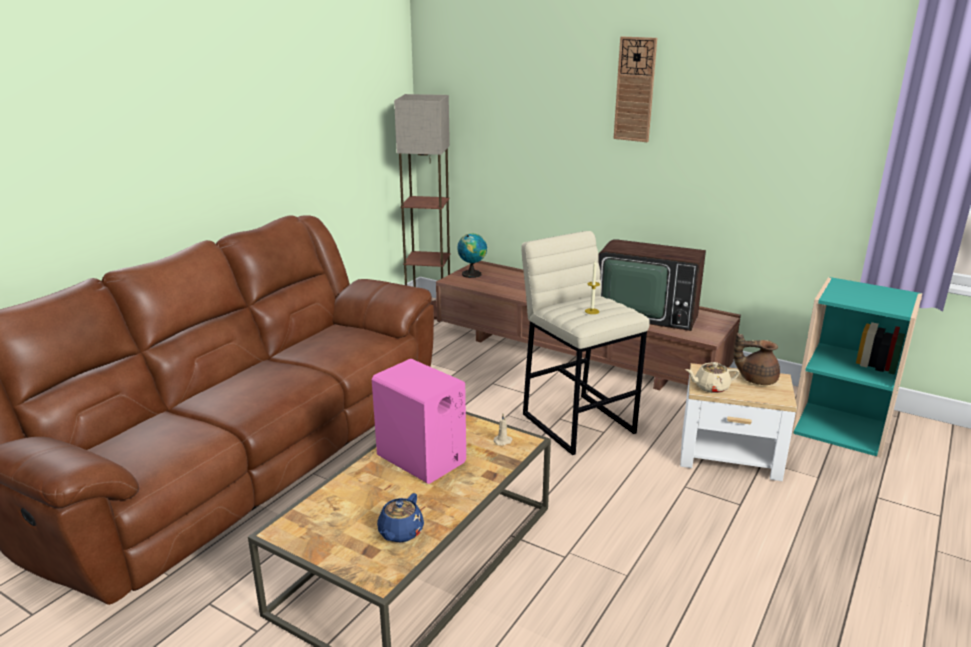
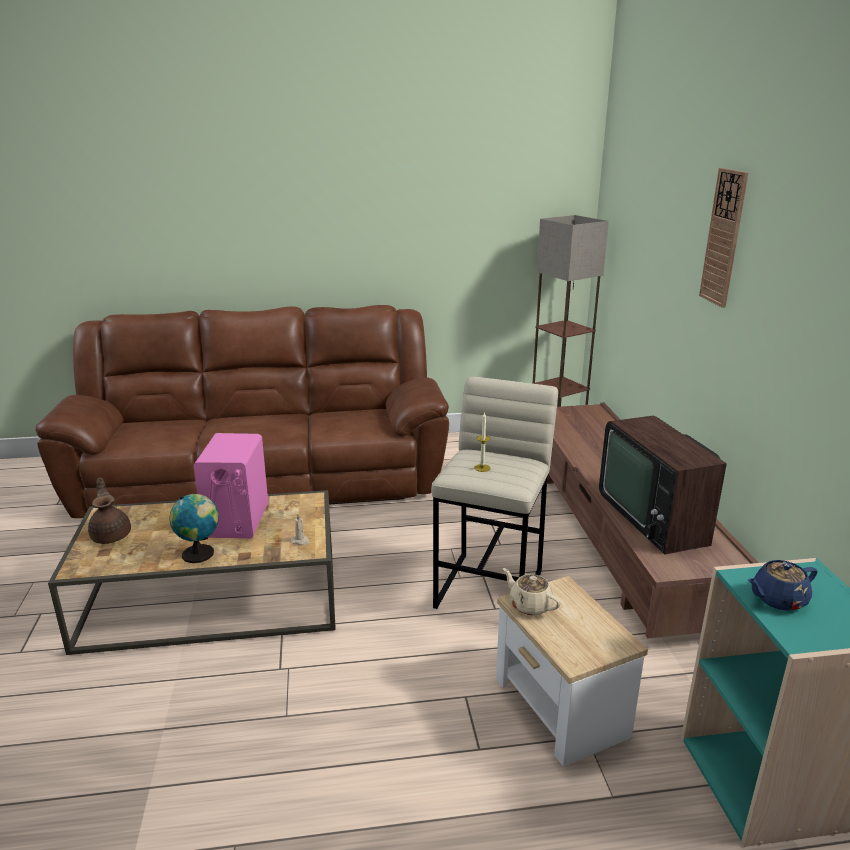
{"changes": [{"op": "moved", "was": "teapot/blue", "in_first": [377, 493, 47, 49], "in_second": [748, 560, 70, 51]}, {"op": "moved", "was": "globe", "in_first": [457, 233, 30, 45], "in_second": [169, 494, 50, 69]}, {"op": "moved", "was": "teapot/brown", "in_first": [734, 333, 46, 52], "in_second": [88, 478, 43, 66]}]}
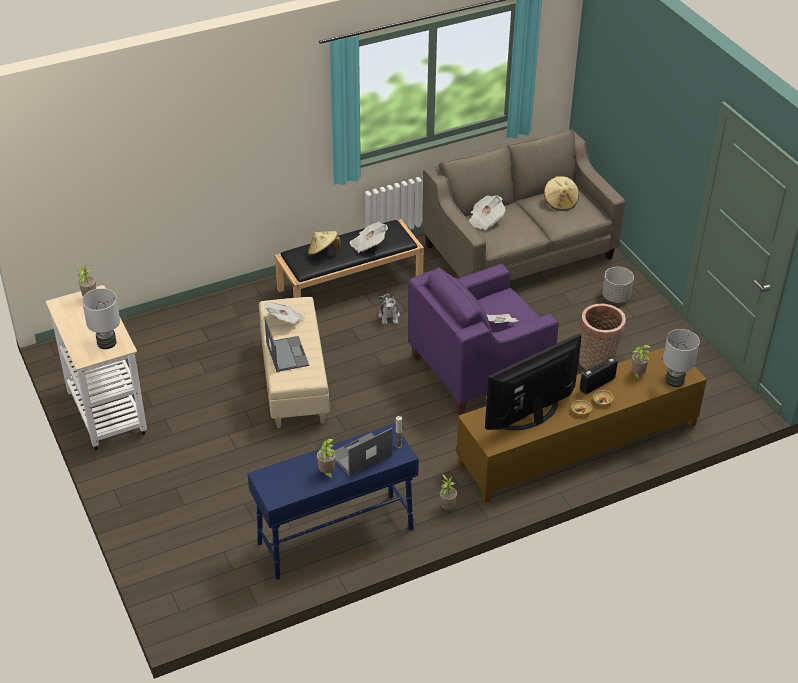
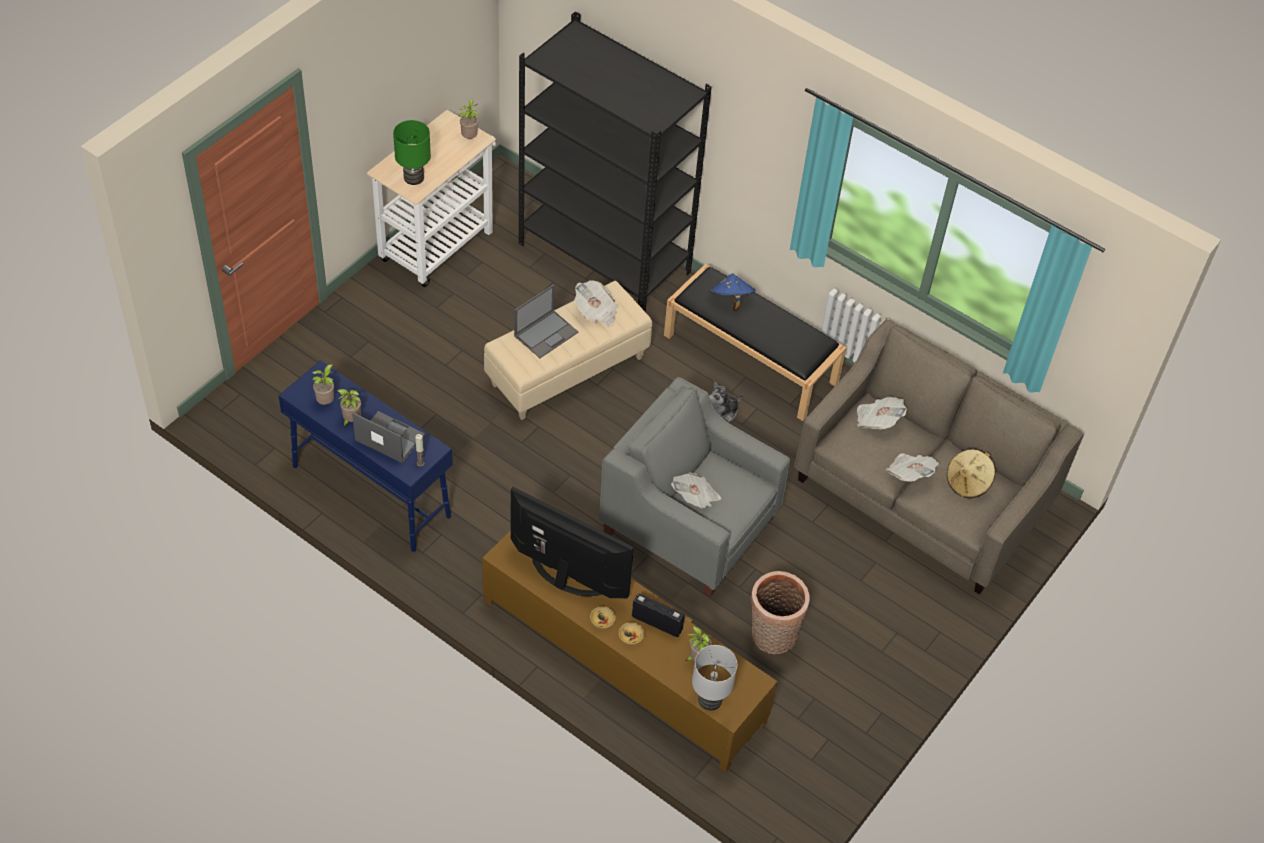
{"changes": [{"op": "removed", "was": "planter/grey", "in_first": [602, 267, 32, 36]}, {"op": "added", "now": "bookcase/black", "in_second": [519, 11, 193, 301]}, {"op": "moved", "was": "newspaper", "in_first": [349, 222, 39, 31], "in_second": [886, 453, 53, 29]}, {"op": "moved", "was": "potted plant", "in_first": [439, 474, 18, 36], "in_second": [312, 364, 22, 41]}, {"op": "recoloured", "was": "table lamp/grey", "now": "table lamp/green", "in_first": [82, 288, 38, 61], "in_second": [393, 120, 38, 65]}, {"op": "recoloured", "was": "hat/beige", "now": "hat/blue", "in_first": [308, 231, 32, 25], "in_second": [710, 273, 45, 38]}, {"op": "recoloured", "was": "armchair/purple", "now": "armchair/grey", "in_first": [408, 264, 151, 150], "in_second": [599, 377, 191, 220]}]}
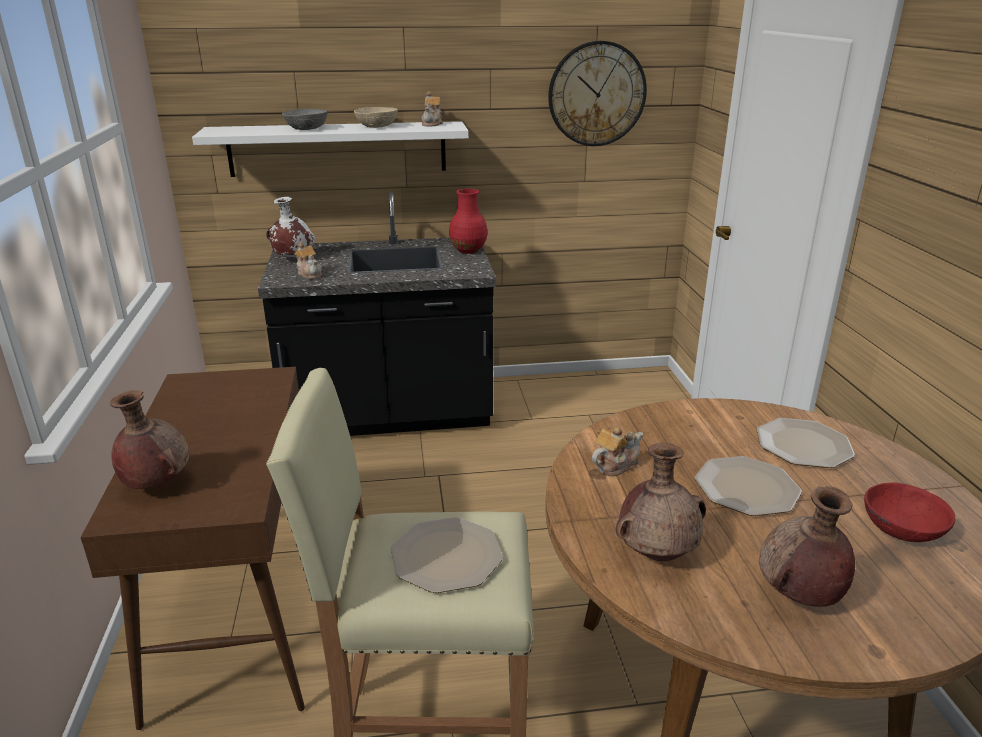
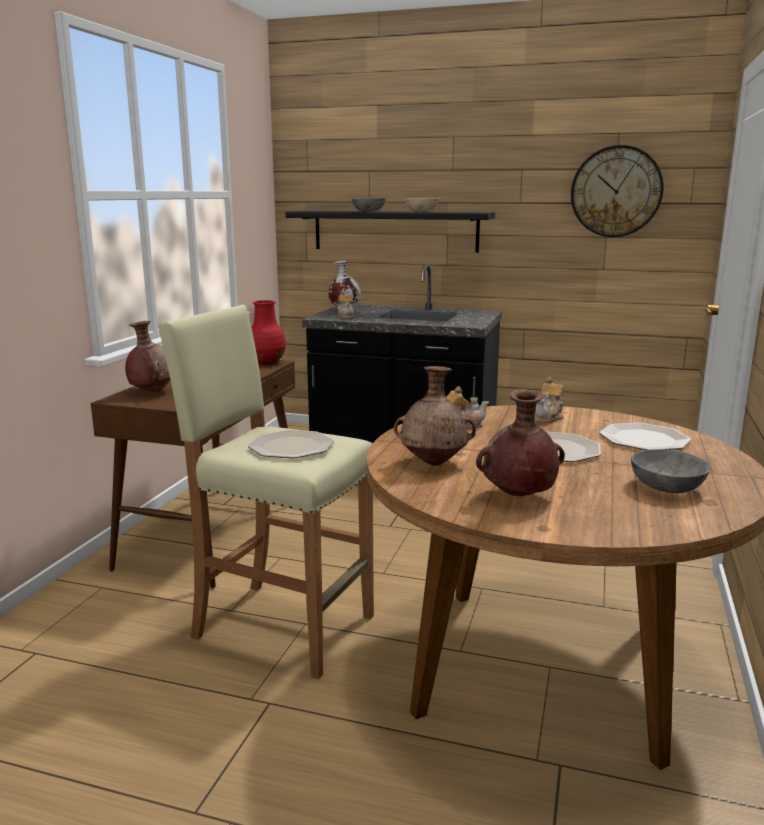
{"changes": [{"op": "moved", "was": "teapot", "in_first": [422, 91, 21, 35], "in_second": [535, 377, 29, 46]}, {"op": "moved", "was": "vase/red", "in_first": [449, 189, 39, 65], "in_second": [251, 300, 35, 65]}, {"op": "recoloured", "was": "shelf/white", "now": "shelf/black", "in_first": [192, 121, 277, 56], "in_second": [285, 211, 210, 42]}, {"op": "recoloured", "was": "bowl/red", "now": "bowl/grey", "in_first": [864, 483, 91, 59], "in_second": [631, 449, 80, 44]}]}
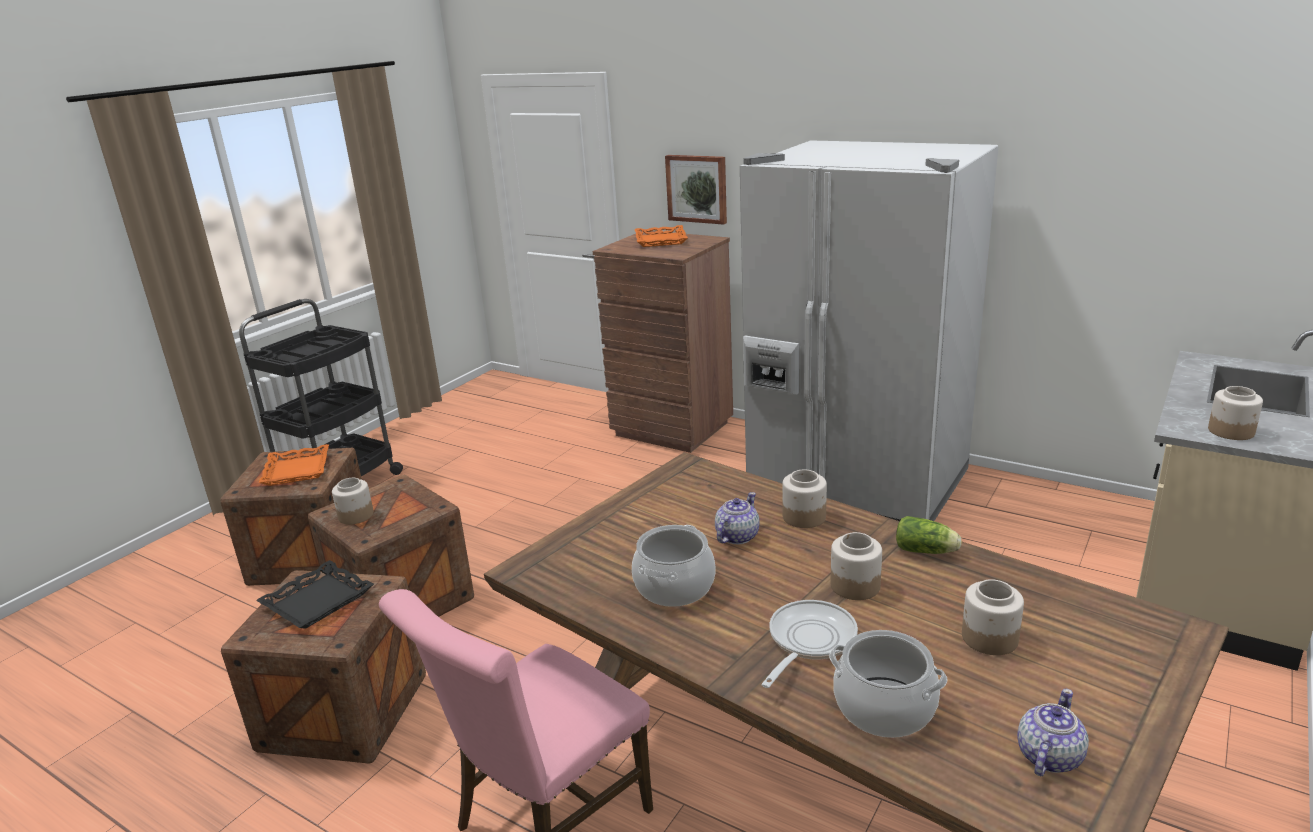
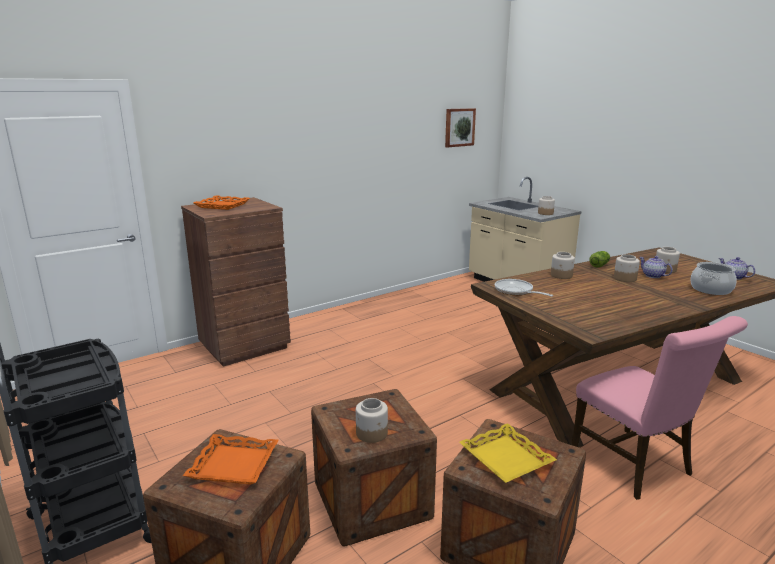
{"changes": [{"op": "removed", "was": "cooking pot", "in_first": [632, 525, 84, 82]}, {"op": "removed", "was": "fridge/white", "in_first": [740, 140, 258, 381]}, {"op": "moved", "was": "picture", "in_first": [665, 155, 62, 70], "in_second": [445, 108, 31, 39]}, {"op": "moved", "was": "teapot", "in_first": [715, 492, 45, 52], "in_second": [639, 256, 34, 22]}, {"op": "moved", "was": "frying pan", "in_first": [761, 600, 97, 88], "in_second": [495, 279, 58, 18]}, {"op": "recoloured", "was": "tray/black", "now": "tray/yellow", "in_first": [256, 560, 118, 69], "in_second": [459, 423, 98, 60]}]}
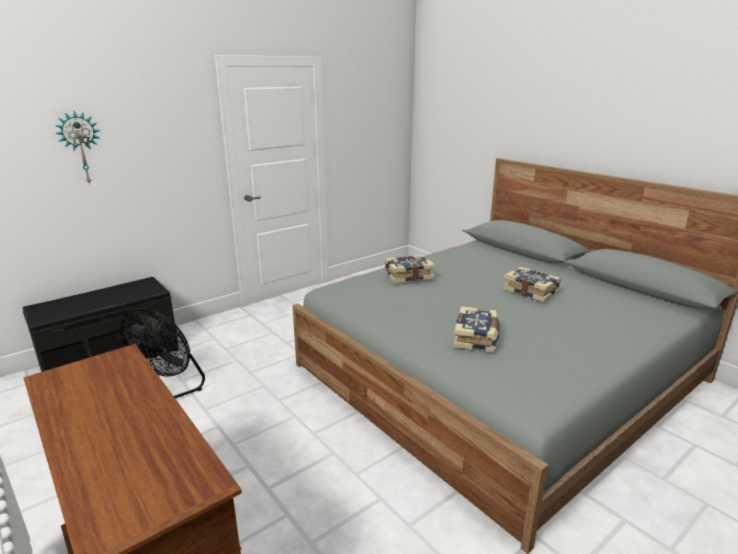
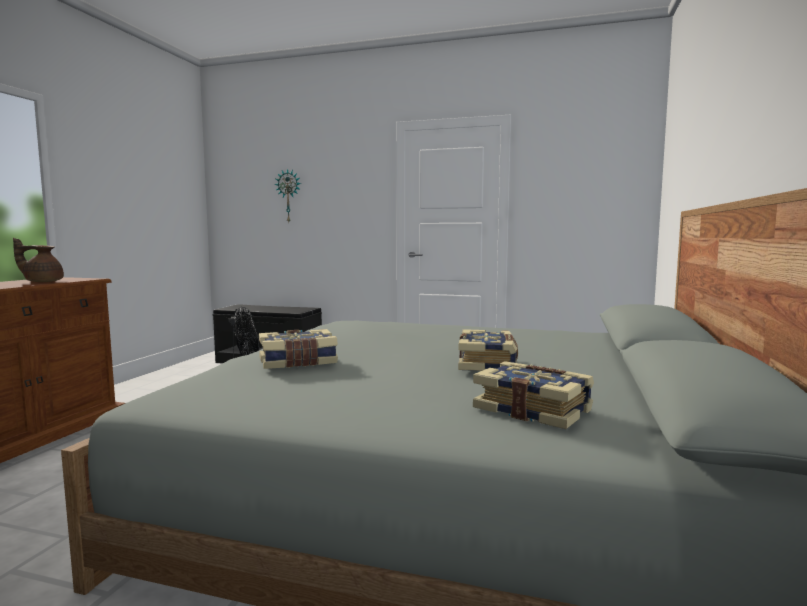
{"changes": [{"op": "added", "now": "teapot/brown", "in_second": [13, 238, 51, 44]}, {"op": "moved", "was": "book", "in_first": [384, 255, 51, 29], "in_second": [473, 361, 121, 68]}]}
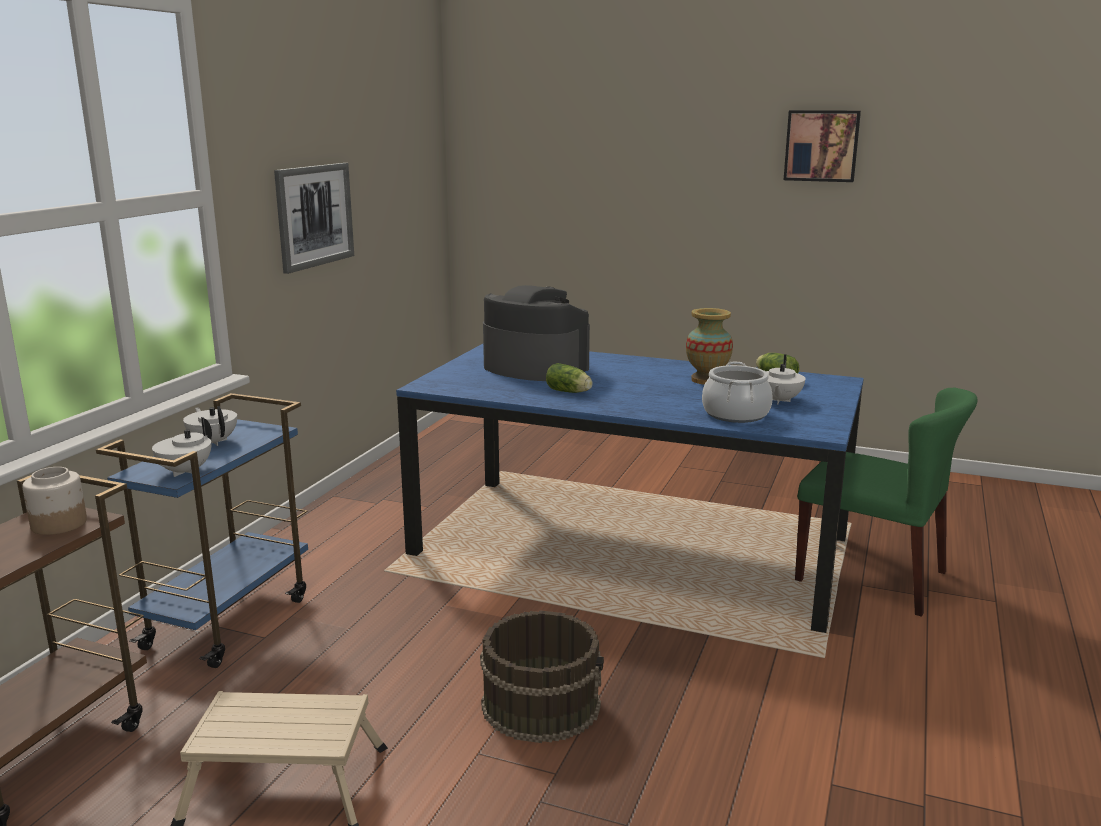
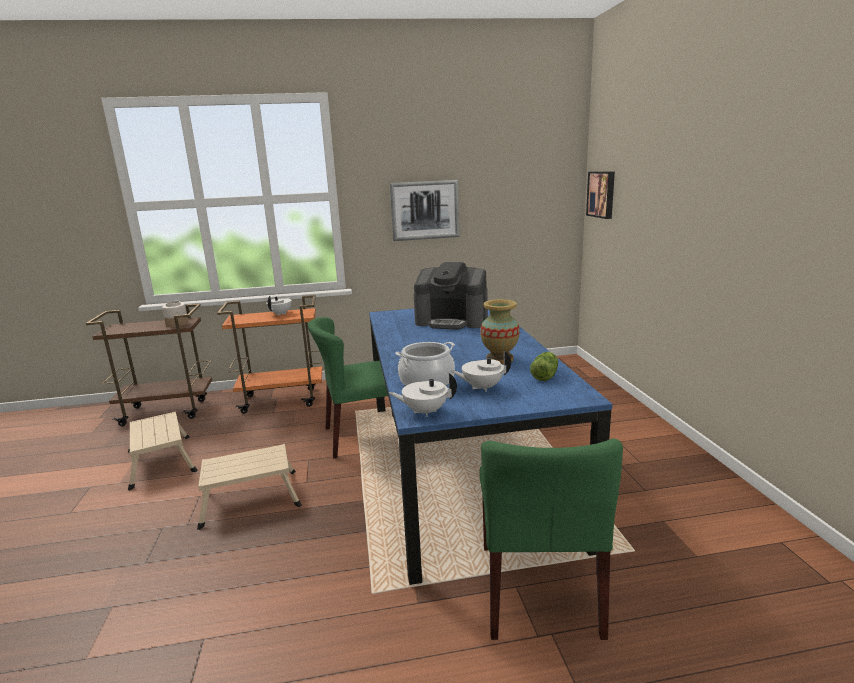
{"changes": [{"op": "removed", "was": "lettuce", "in_first": [546, 363, 47, 30]}, {"op": "added", "now": "chair/green", "in_second": [308, 317, 85, 142]}, {"op": "moved", "was": "teapot/white", "in_first": [146, 417, 66, 60], "in_second": [389, 373, 68, 44]}, {"op": "moved", "was": "picture", "in_first": [784, 110, 77, 72], "in_second": [586, 172, 29, 47]}, {"op": "replaced", "was": "bucket/brown", "now": "step ladder/beige", "in_first": [480, 611, 124, 132], "in_second": [197, 444, 105, 86]}, {"op": "recoloured", "was": "cart/blue", "now": "cart/orange", "in_first": [96, 393, 212, 275], "in_second": [217, 295, 105, 119]}, {"op": "turned", "was": "coffee machine", "in_first": [483, 285, 107, 96], "in_second": [413, 262, 75, 68], "clockwise": 105}]}
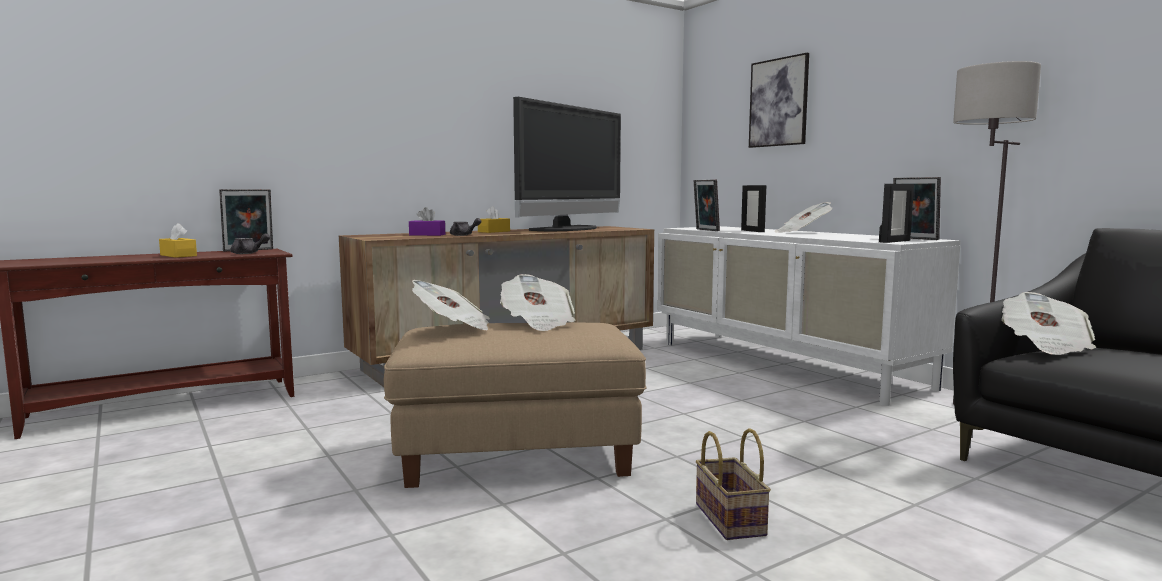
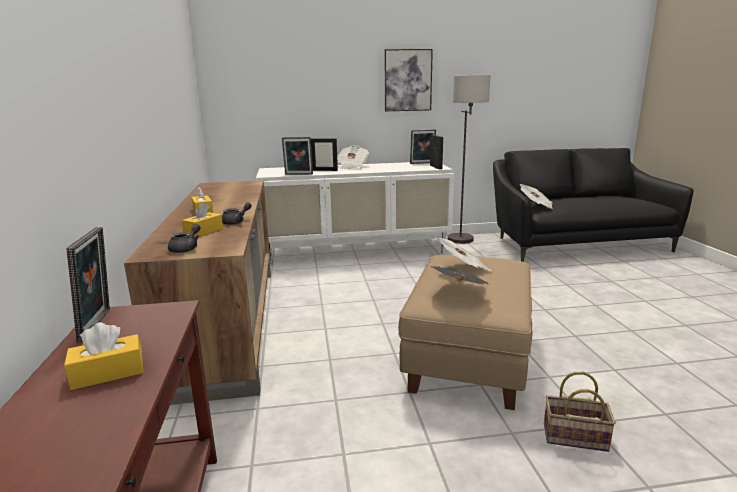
{"changes": [{"op": "removed", "was": "television", "in_first": [513, 97, 108, 134]}, {"op": "moved", "was": "teapot/grey", "in_first": [231, 234, 39, 20], "in_second": [168, 224, 33, 29]}, {"op": "moved", "was": "basket", "in_first": [696, 428, 75, 112], "in_second": [544, 372, 72, 80]}, {"op": "moved", "was": "picture", "in_first": [749, 53, 60, 95], "in_second": [384, 49, 49, 62]}, {"op": "recoloured", "was": "tissue box/purple", "now": "tissue box/yellow", "in_first": [409, 207, 36, 29], "in_second": [182, 203, 41, 34]}]}
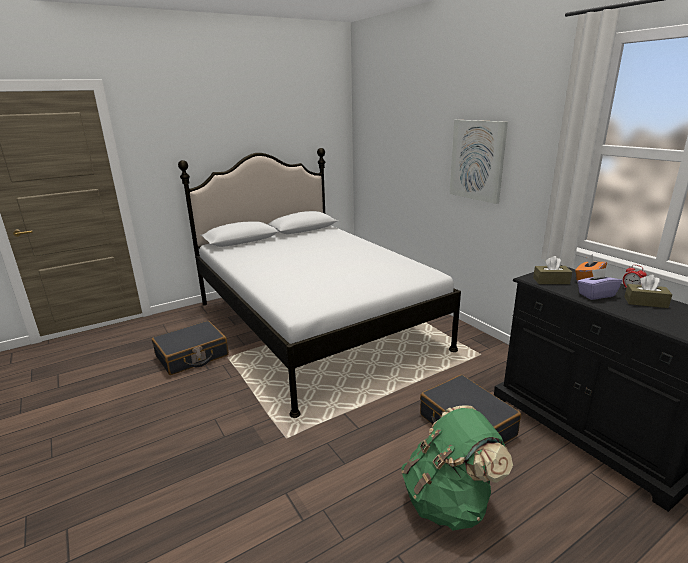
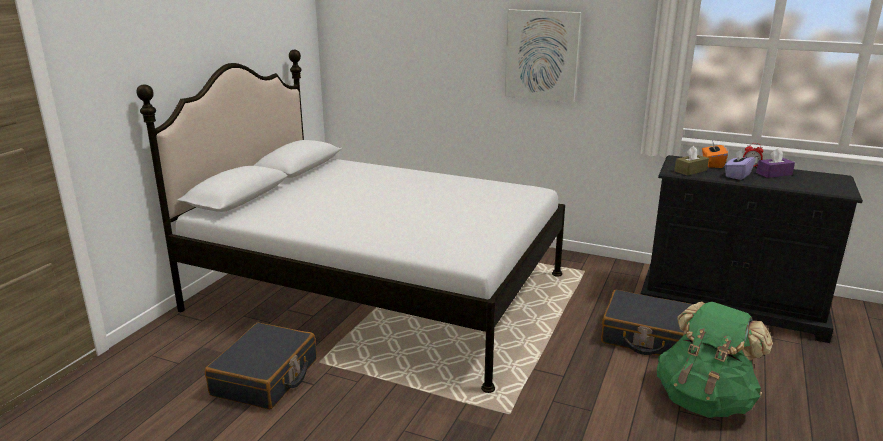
{"changes": [{"op": "recoloured", "was": "tissue box/brown", "now": "tissue box/purple", "in_first": [624, 275, 48, 33], "in_second": [756, 148, 39, 30]}]}
